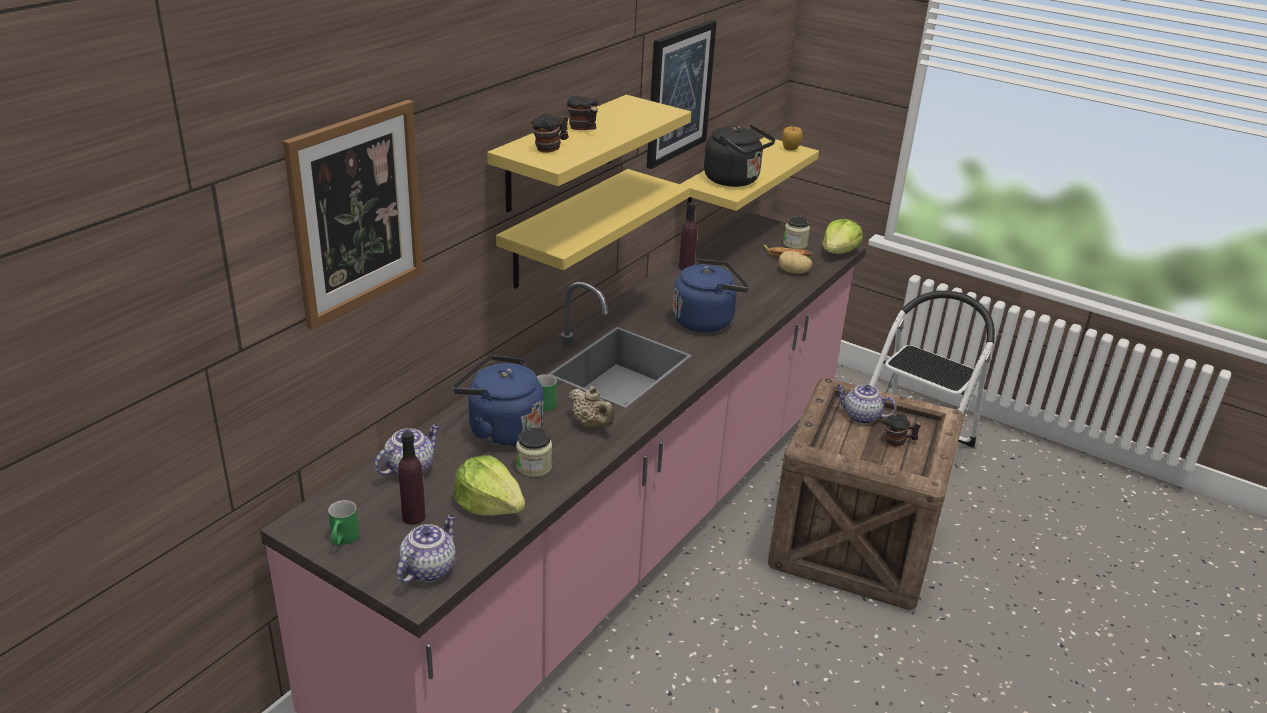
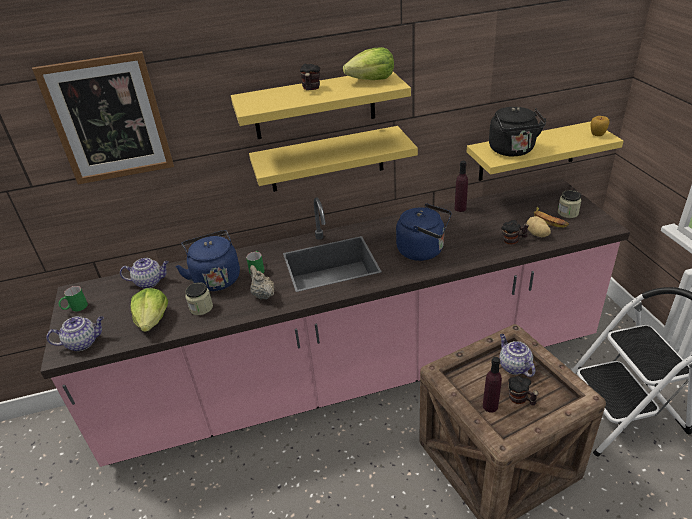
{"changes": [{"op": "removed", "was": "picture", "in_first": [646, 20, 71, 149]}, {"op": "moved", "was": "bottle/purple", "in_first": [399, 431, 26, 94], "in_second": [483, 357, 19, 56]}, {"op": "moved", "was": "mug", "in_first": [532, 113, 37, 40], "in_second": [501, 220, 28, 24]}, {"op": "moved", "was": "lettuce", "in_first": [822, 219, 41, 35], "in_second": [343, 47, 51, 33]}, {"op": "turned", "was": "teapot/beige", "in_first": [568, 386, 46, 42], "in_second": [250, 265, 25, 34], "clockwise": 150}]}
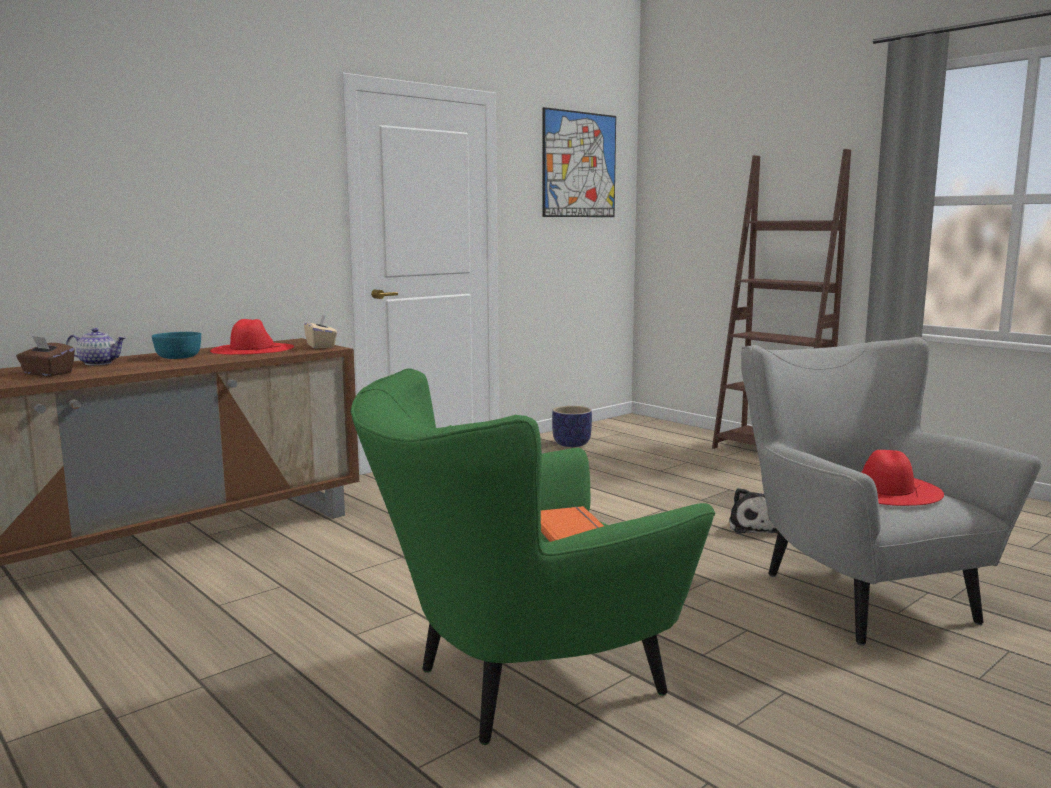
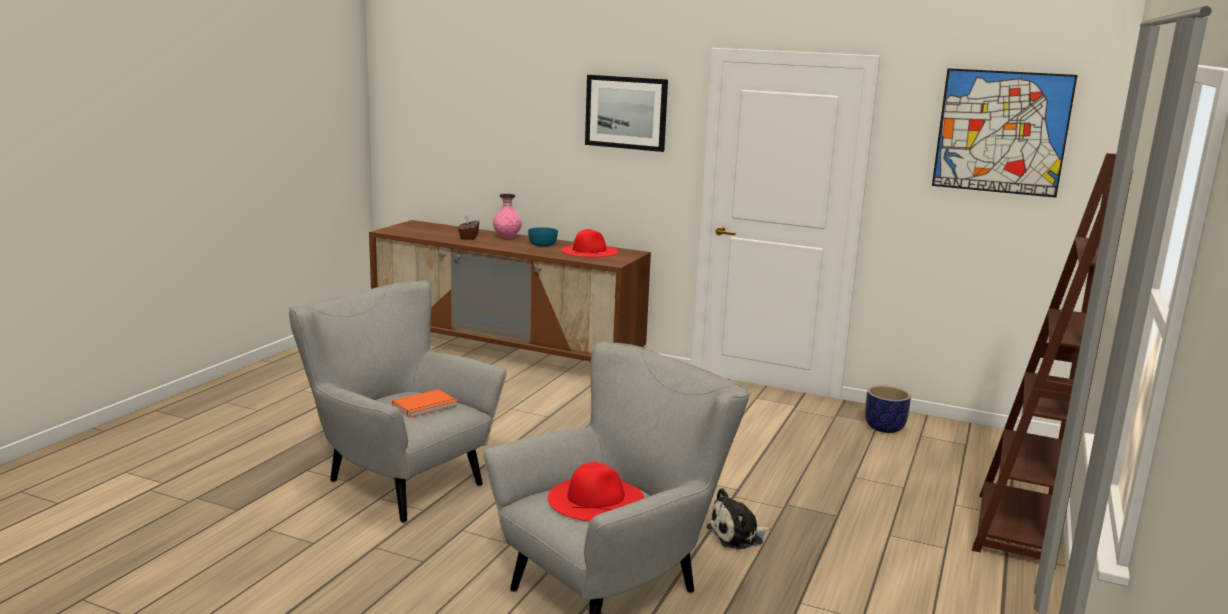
{"changes": [{"op": "removed", "was": "tissue box/beige", "in_first": [304, 315, 33, 34]}, {"op": "added", "now": "picture", "in_second": [585, 75, 83, 77]}, {"op": "replaced", "was": "teapot", "now": "vase/pink", "in_first": [66, 328, 60, 37], "in_second": [493, 194, 29, 44]}, {"op": "recoloured", "was": "armchair/green", "now": "armchair/grey", "in_first": [351, 368, 364, 377], "in_second": [289, 280, 218, 243]}]}
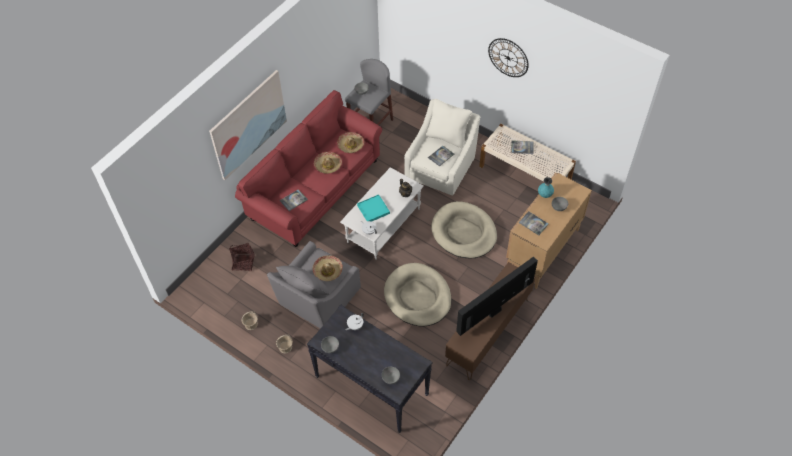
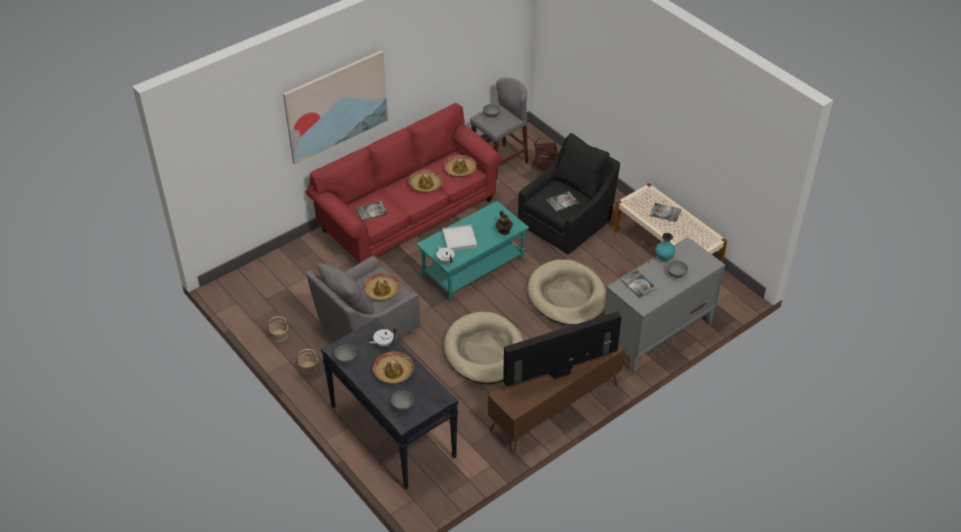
{"changes": [{"op": "removed", "was": "wall clock", "in_first": [488, 38, 41, 39]}, {"op": "added", "now": "hat", "in_second": [373, 352, 41, 32]}, {"op": "moved", "was": "basket", "in_first": [229, 243, 26, 28], "in_second": [532, 138, 26, 33]}, {"op": "recoloured", "was": "coffee table/white", "now": "coffee table/turquoise", "in_first": [340, 167, 84, 93], "in_second": [416, 201, 113, 101]}, {"op": "recoloured", "was": "tray/turquoise", "now": "tray/white", "in_first": [357, 194, 33, 28], "in_second": [442, 224, 35, 27]}, {"op": "recoloured", "was": "armchair/beige", "now": "armchair/black", "in_first": [404, 99, 76, 97], "in_second": [518, 133, 102, 122]}, {"op": "recoloured", "was": "cabinet/brown", "now": "cabinet/grey", "in_first": [506, 173, 86, 116], "in_second": [604, 237, 121, 138]}]}
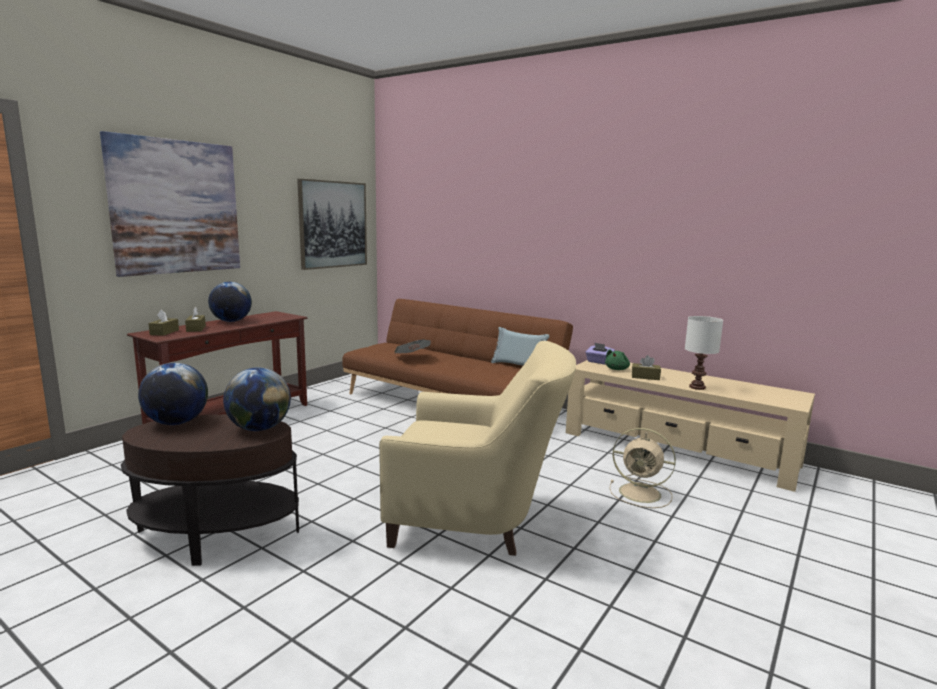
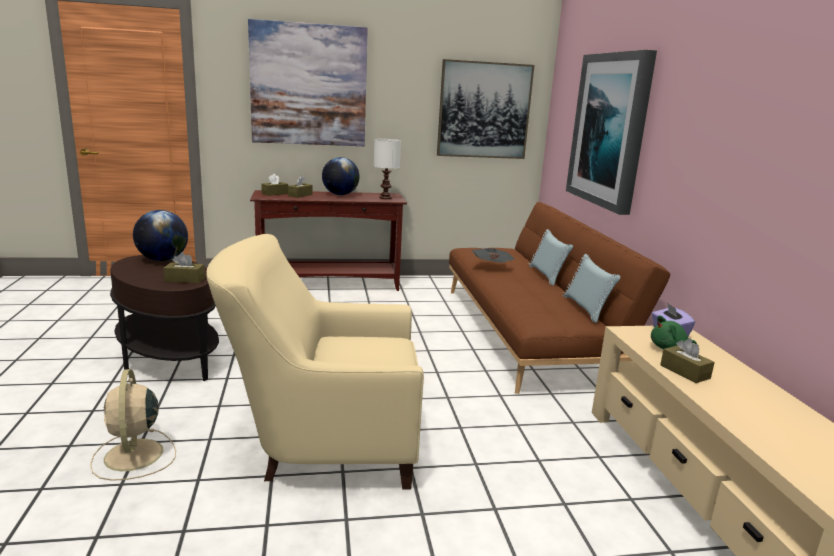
{"changes": [{"op": "added", "now": "pillow/blue", "in_second": [528, 229, 45, 57]}, {"op": "added", "now": "picture", "in_second": [566, 50, 91, 165]}, {"op": "moved", "was": "fan/beige", "in_first": [609, 428, 67, 80], "in_second": [90, 369, 86, 112]}, {"op": "moved", "was": "table lamp/white", "in_first": [685, 316, 38, 74], "in_second": [374, 139, 27, 60]}, {"op": "replaced", "was": "globe", "now": "tissue box/brown", "in_first": [223, 367, 68, 64], "in_second": [164, 252, 41, 31]}, {"op": "turned", "was": "armchair/beige", "in_first": [379, 341, 197, 215], "in_second": [207, 234, 217, 256], "clockwise": 120}]}
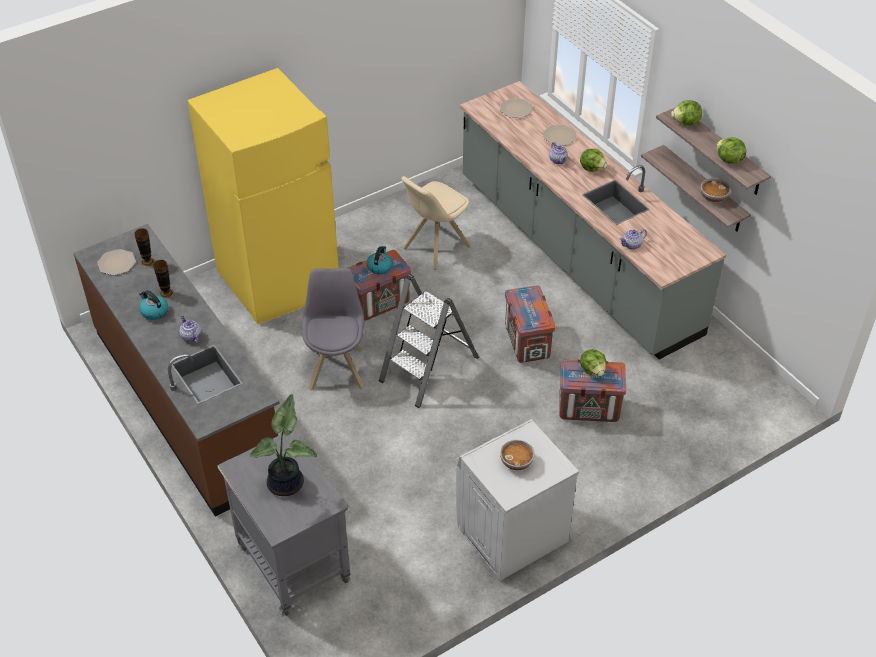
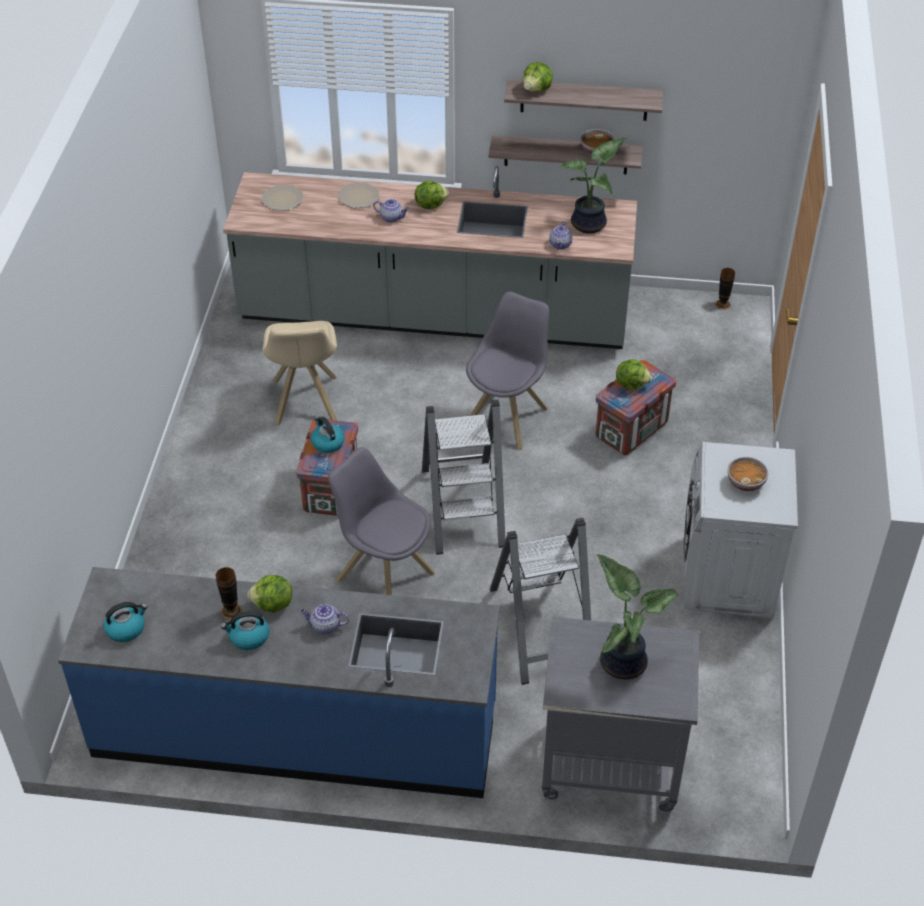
{"changes": [{"op": "removed", "was": "fridge/yellow", "in_first": [188, 68, 151, 256]}, {"op": "added", "now": "step ladder/grey", "in_second": [489, 518, 102, 167]}, {"op": "added", "now": "potted plant", "in_second": [559, 137, 68, 97]}, {"op": "moved", "was": "vase", "in_first": [135, 228, 20, 39], "in_second": [715, 268, 20, 42]}, {"op": "moved", "was": "lettuce", "in_first": [717, 137, 29, 27], "in_second": [247, 575, 45, 38]}, {"op": "replaced", "was": "plate", "now": "kettle", "in_first": [97, 249, 39, 26], "in_second": [103, 602, 45, 40]}, {"op": "replaced", "was": "crate", "now": "chair/grey", "in_first": [505, 285, 50, 78], "in_second": [466, 292, 83, 158]}, {"op": "recoloured", "was": "counter/brown", "now": "counter/blue", "in_first": [73, 224, 207, 292], "in_second": [58, 567, 442, 231]}]}
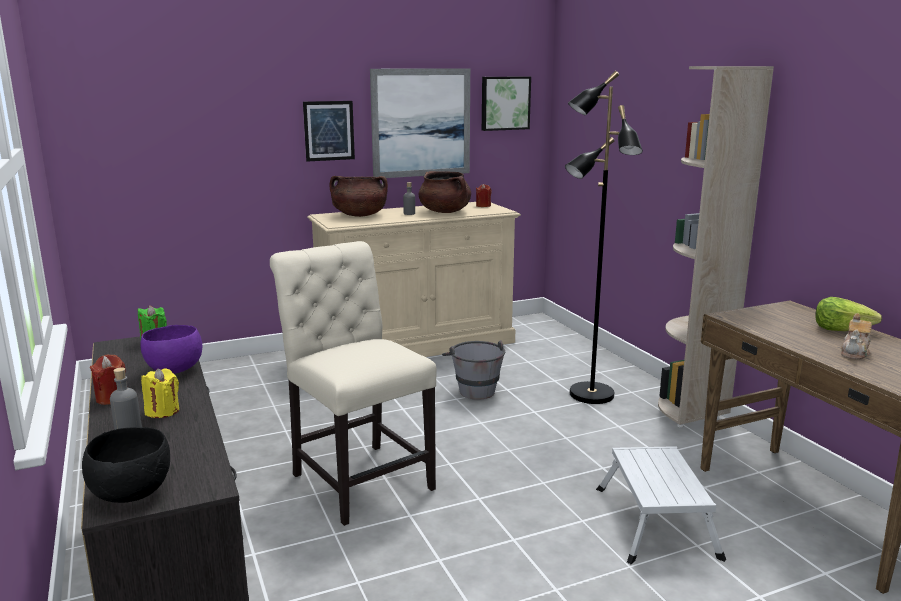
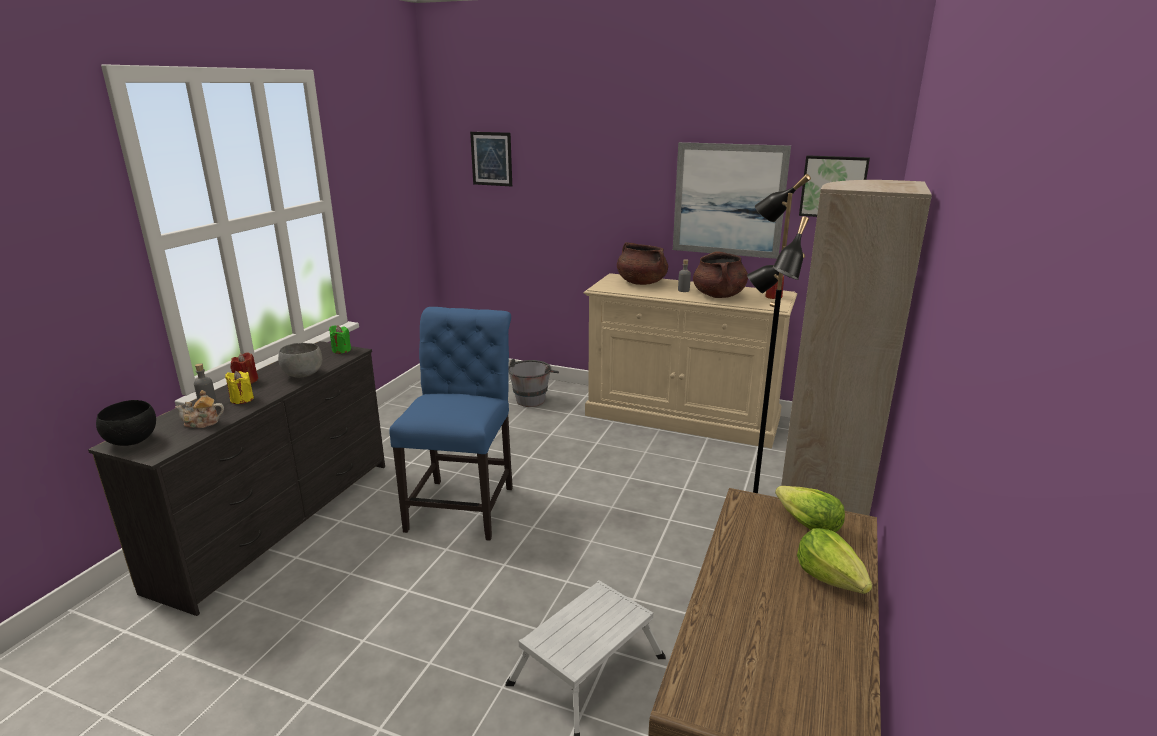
{"changes": [{"op": "added", "now": "lettuce", "in_second": [775, 486, 70, 46]}, {"op": "moved", "was": "picture", "in_first": [303, 101, 52, 61], "in_second": [470, 132, 42, 55]}, {"op": "moved", "was": "bucket/grey", "in_first": [442, 340, 63, 60], "in_second": [508, 359, 51, 48]}, {"op": "moved", "was": "teapot", "in_first": [841, 314, 31, 45], "in_second": [175, 390, 49, 38]}, {"op": "recoloured", "was": "bowl/purple", "now": "bowl/grey", "in_first": [140, 325, 62, 49], "in_second": [278, 343, 44, 35]}, {"op": "recoloured", "was": "chair/beige", "now": "chair/blue", "in_first": [270, 241, 167, 285], "in_second": [389, 307, 124, 234]}]}
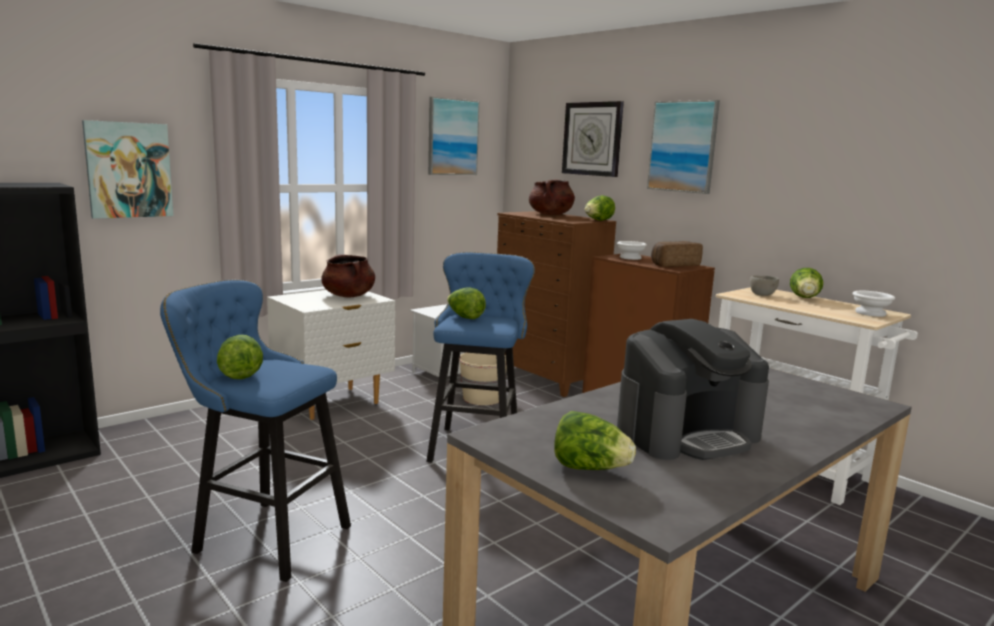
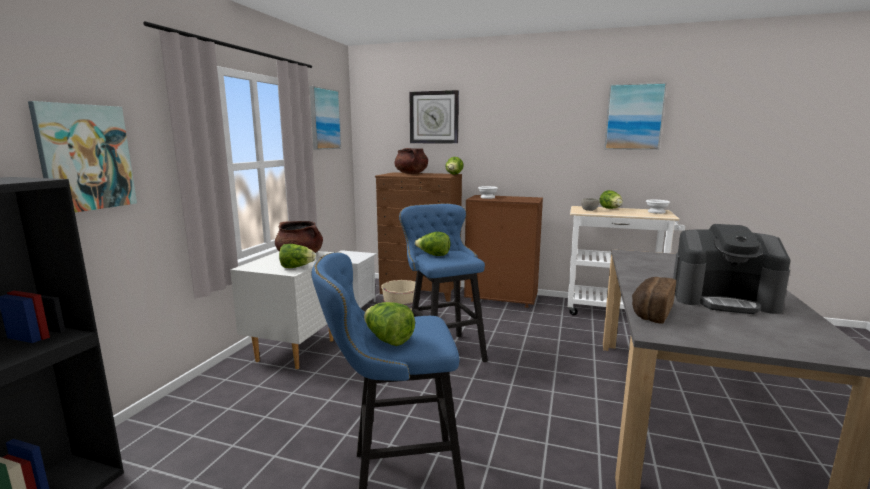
{"changes": [{"op": "moved", "was": "lettuce", "in_first": [554, 411, 82, 59], "in_second": [279, 244, 37, 24]}, {"op": "moved", "was": "picture", "in_first": [647, 100, 73, 94], "in_second": [604, 82, 63, 68]}, {"op": "moved", "was": "bread", "in_first": [651, 241, 52, 26], "in_second": [632, 277, 44, 47]}, {"op": "turned", "was": "coffee machine", "in_first": [617, 319, 152, 141], "in_second": [673, 224, 118, 90], "clockwise": 75}]}
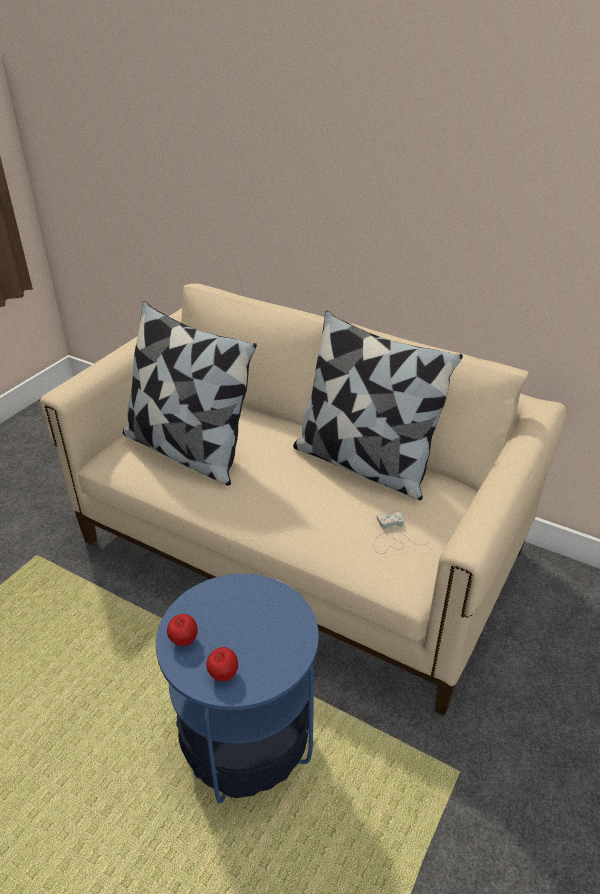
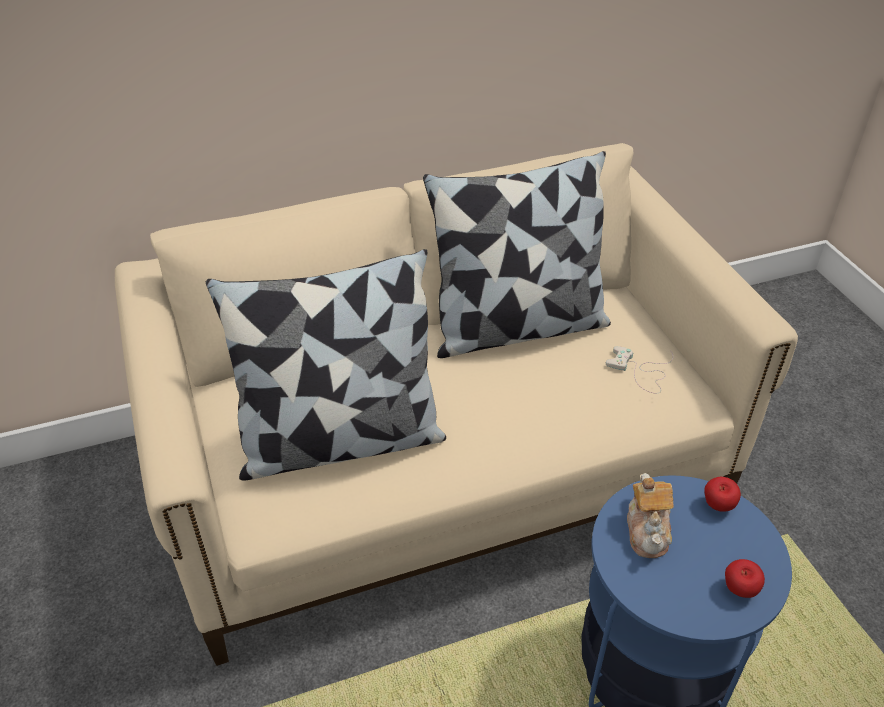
{"changes": [{"op": "added", "now": "teapot", "in_second": [627, 473, 47, 85]}, {"op": "moved", "was": "apple", "in_first": [167, 614, 31, 32], "in_second": [704, 477, 37, 35]}]}
